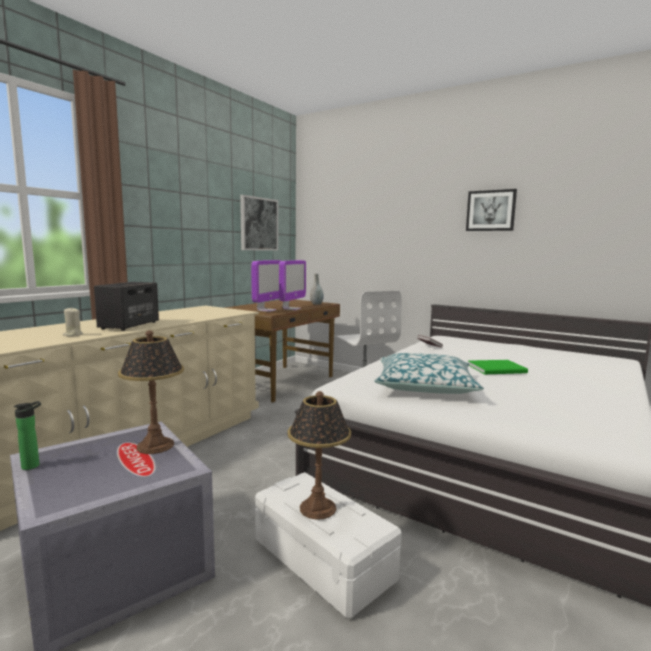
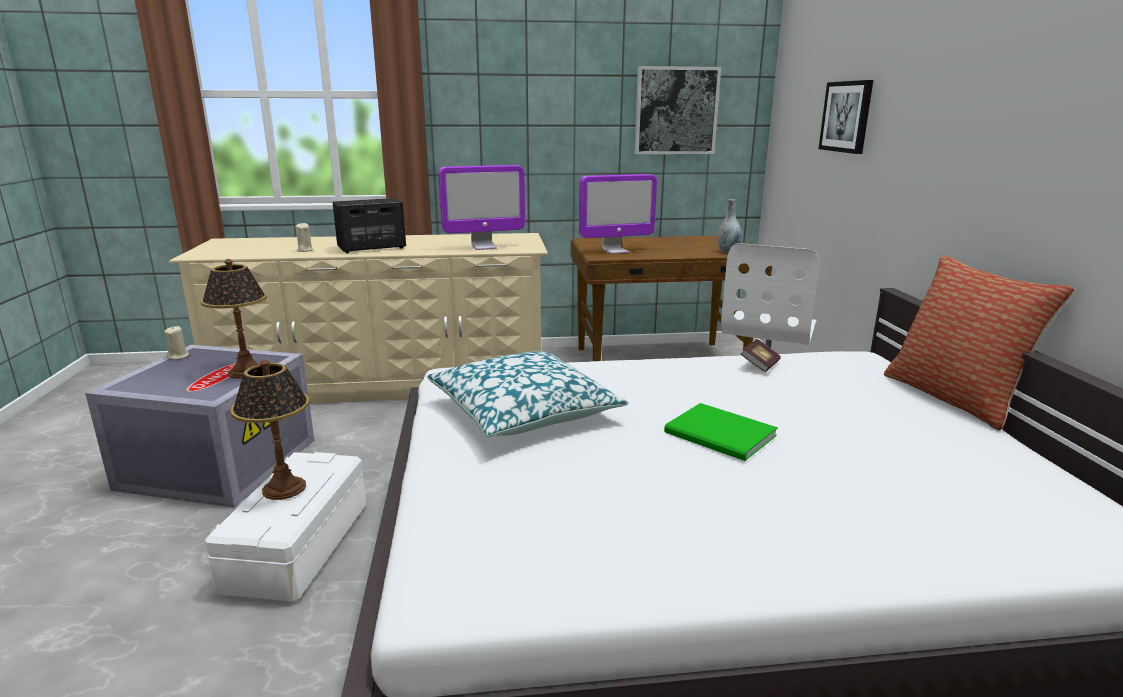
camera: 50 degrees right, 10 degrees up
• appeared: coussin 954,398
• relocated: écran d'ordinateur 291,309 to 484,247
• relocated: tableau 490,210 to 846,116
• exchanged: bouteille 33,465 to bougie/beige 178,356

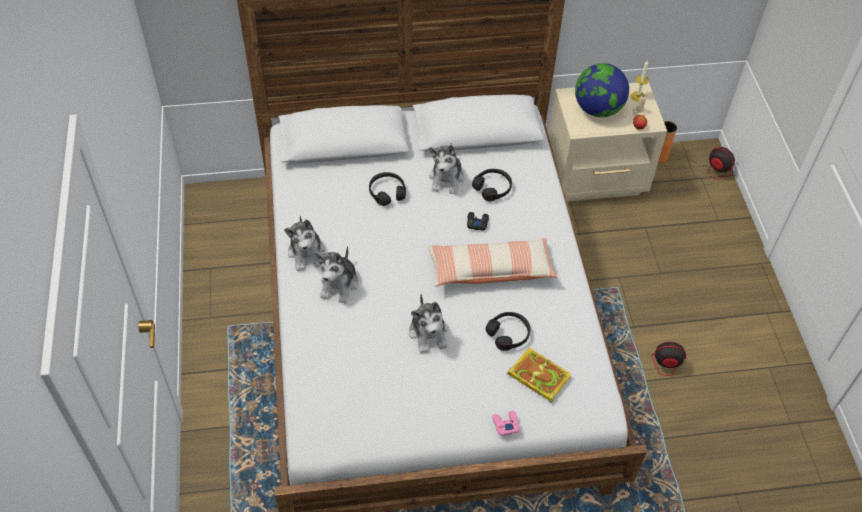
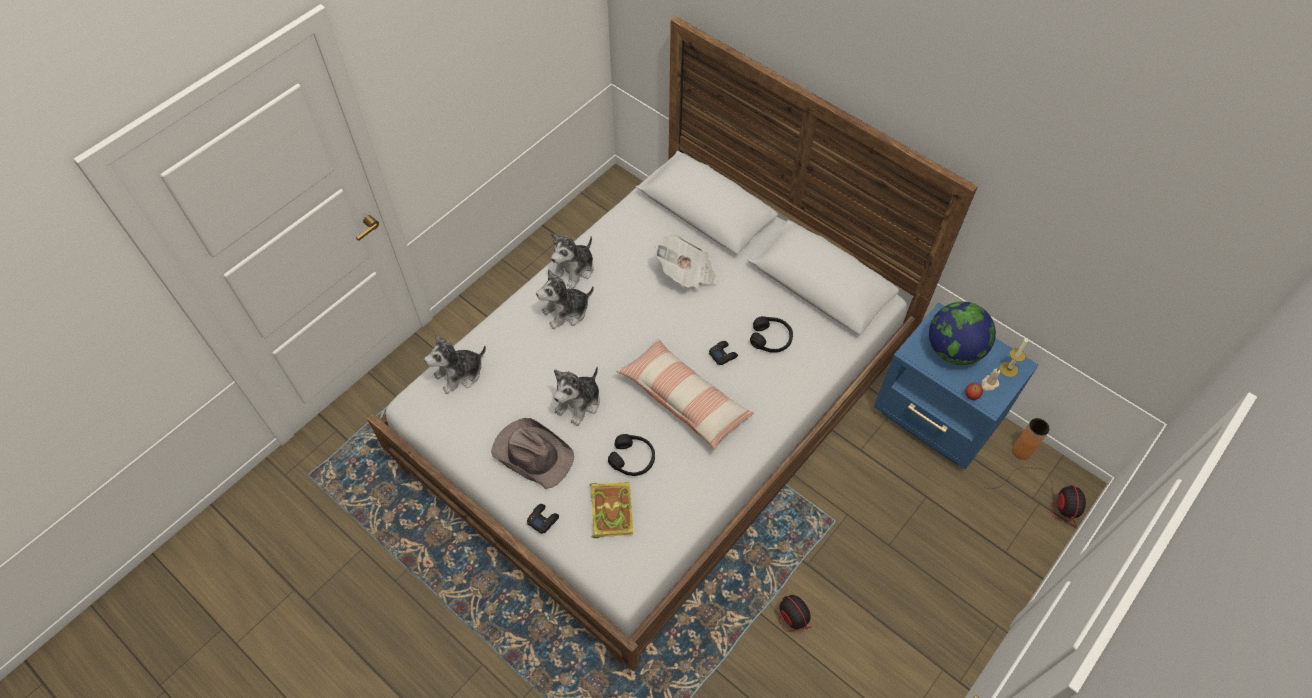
camera: 50 degrees right, 5 degrees up
• appeared: chapeau/marron 532,453
• relocated: peluche 447,179 to 460,374
• exchanged: casque audio/noir 387,192 to journal 686,273
• colour: manette/rose 505,424 to manette/noir 543,519
• colour: table de chevet/beige 597,178 to table de chevet/bleu 937,419

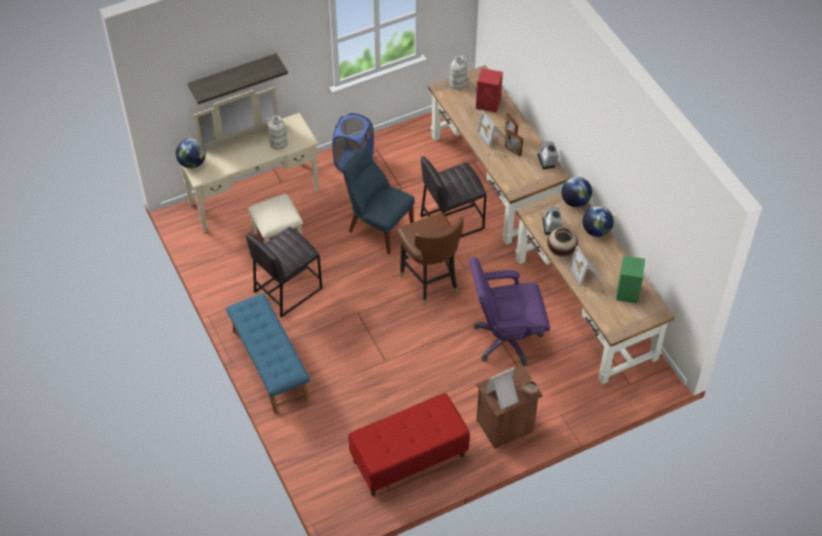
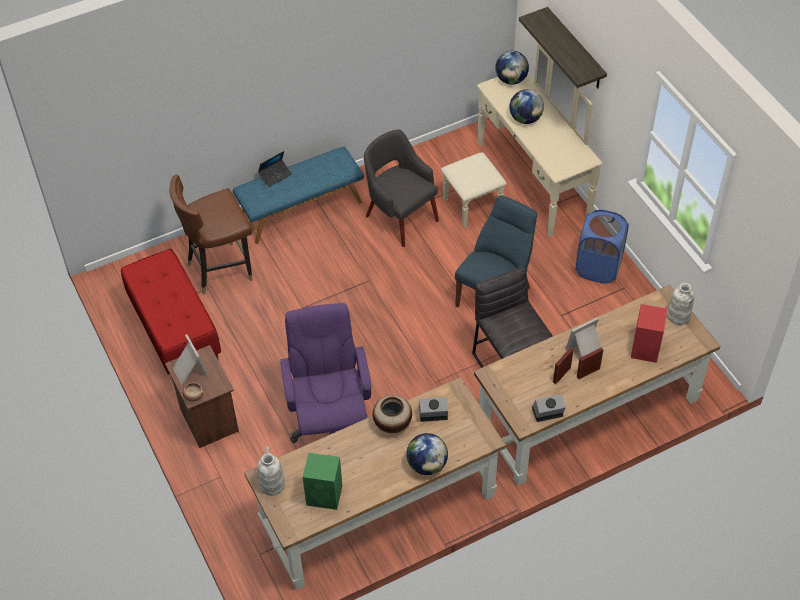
camera: 90 degrees right, 0 degrees up
• missing: cadre photo 585,272
• appeared: ordinateur portable 275,175
• relocated: vase/blanc 278,143 to 272,484
• relocated: chaise/marron 430,282 to 220,269
• relocated: globe 575,201 to 525,119
• exchanged: tabouret/gris 287,290 to fauteuil/gris 400,217

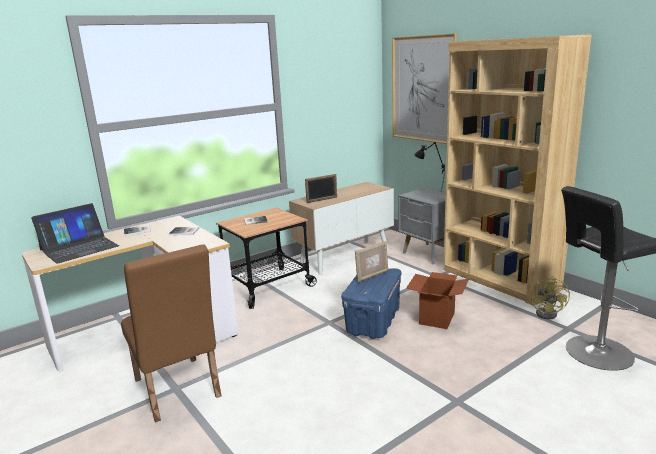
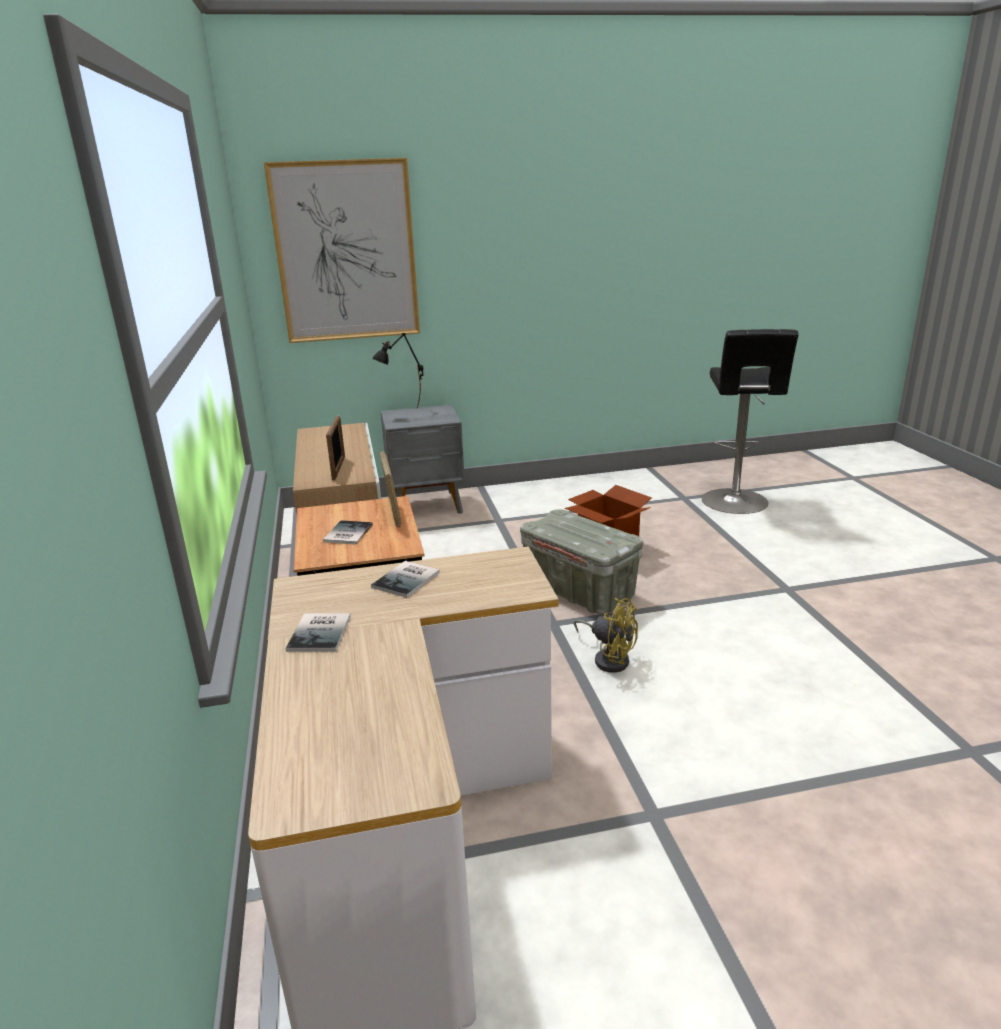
camera: 65 degrees left, 5 degrees up
• missing: ordinateur portable 79,248
• missing: chaise/marron 178,392
• missing: bibliothèque/marron 499,279
• relocated: cadre photo 372,276 to 392,514
• relocated: ventilateur/jaune 549,313 to 609,658
• colour: boîte de rangement/bleu 373,321 to boîte de rangement/gris 578,591

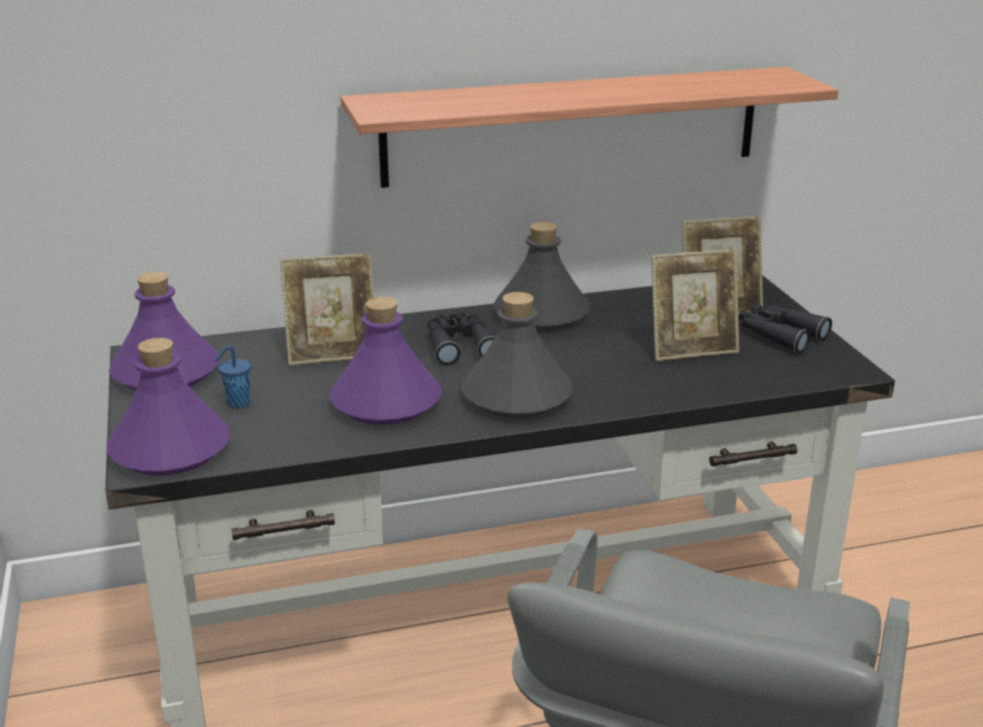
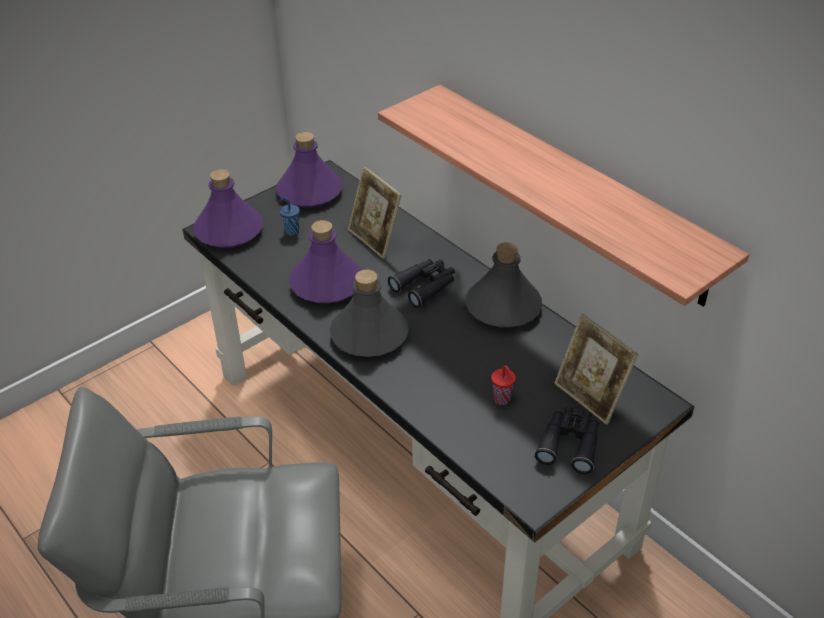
camera: 65 degrees right, 15 degrees up
• exchanged: cadre photo 692,350 to tasse/rouge 502,400

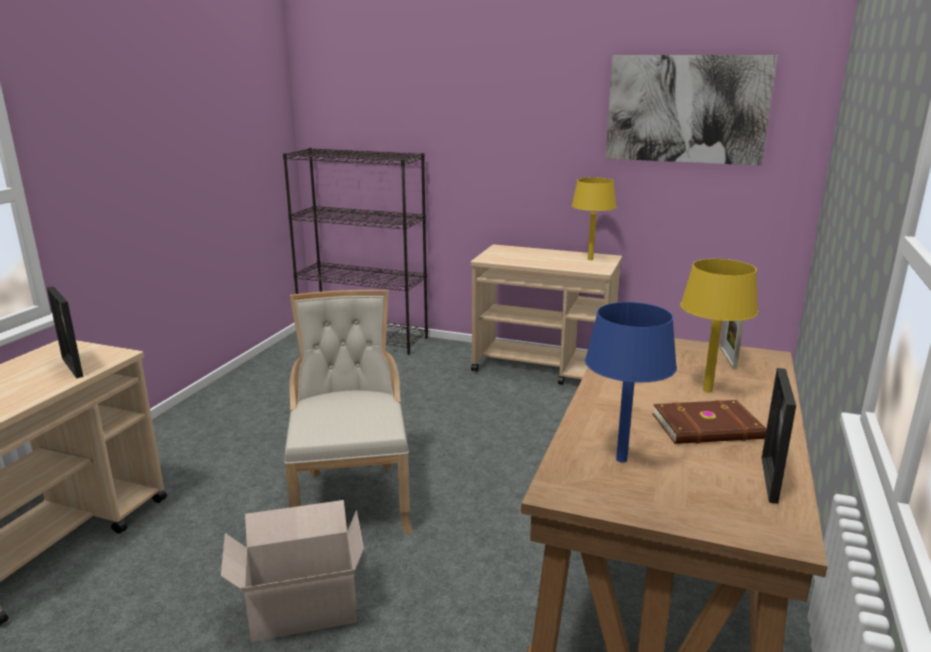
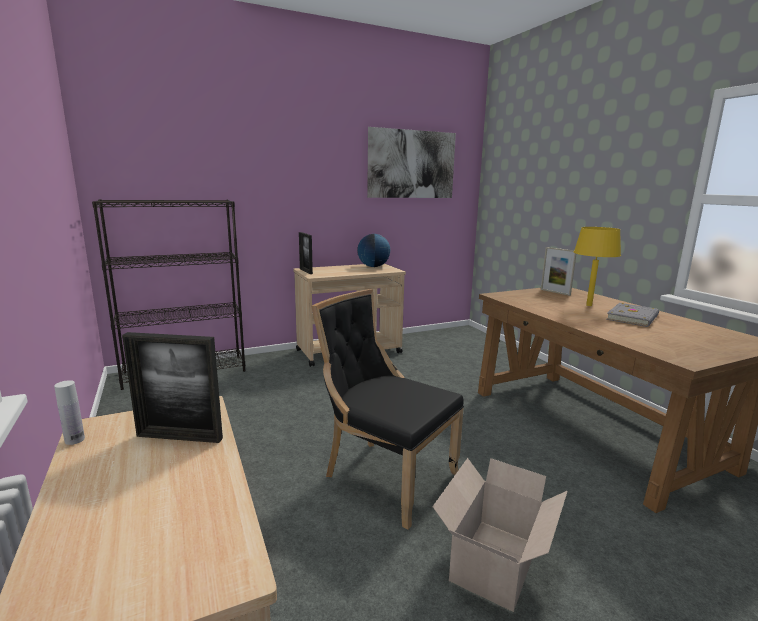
camera: 45 degrees left, 5 degrees down
• missing: lampe de table/bleu 621,459
• appeared: bouteille/blanc 74,440
• relocated: cadre photo 769,479 to 306,271
• exchanged: lampe de table/jaune 590,259 to globe 373,266
• colour: chaise/beige 352,498 to chaise/noir 385,475
• colour: livre/marron 708,427 to livre/gris 633,318

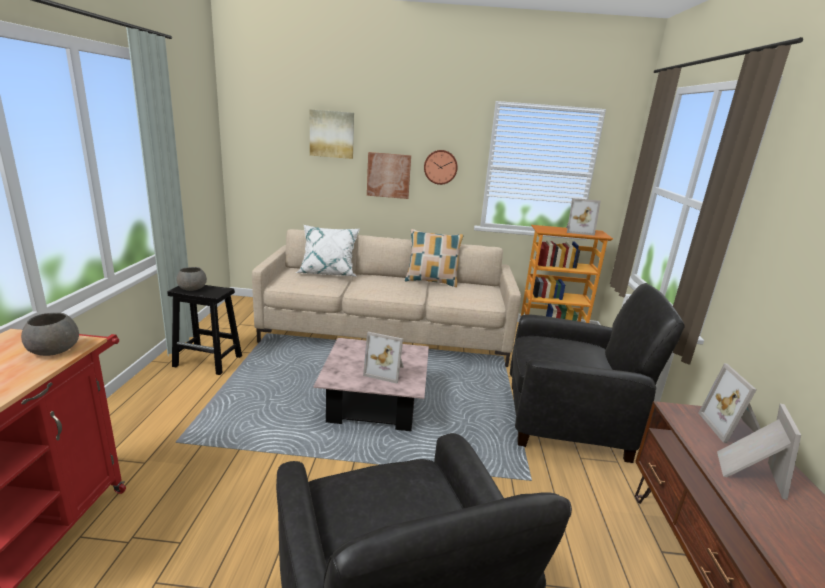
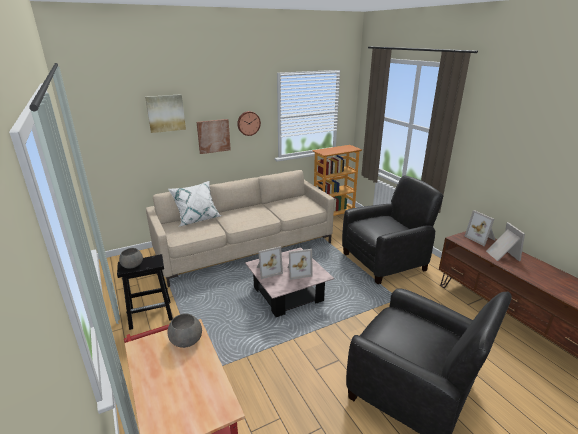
camera: 30 degrees left, 5 degrees up
• missing: coussin 431,281
• relocated: cadre photo 578,231 to 268,270

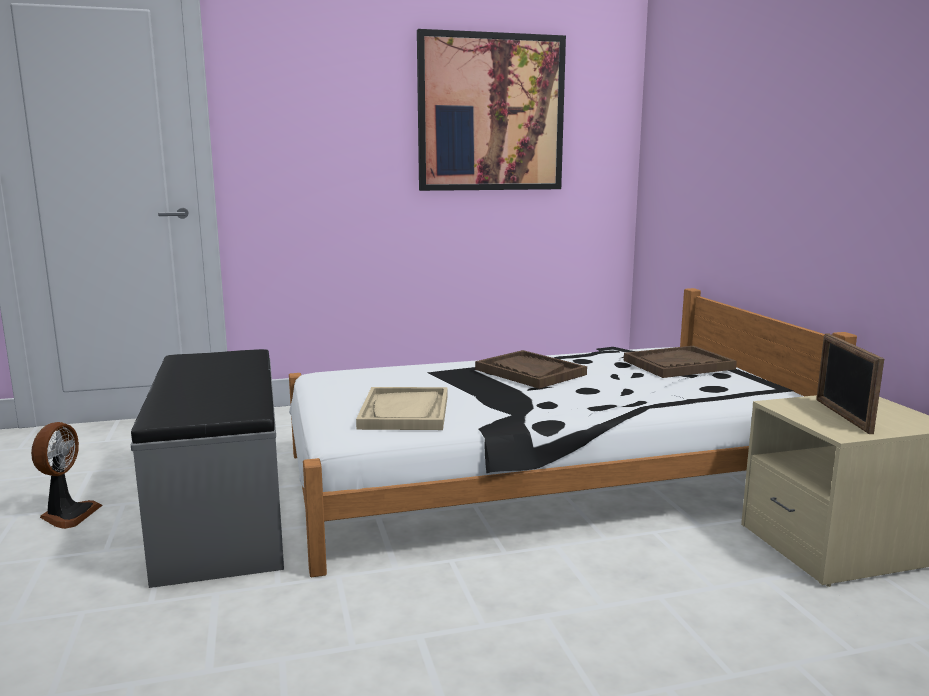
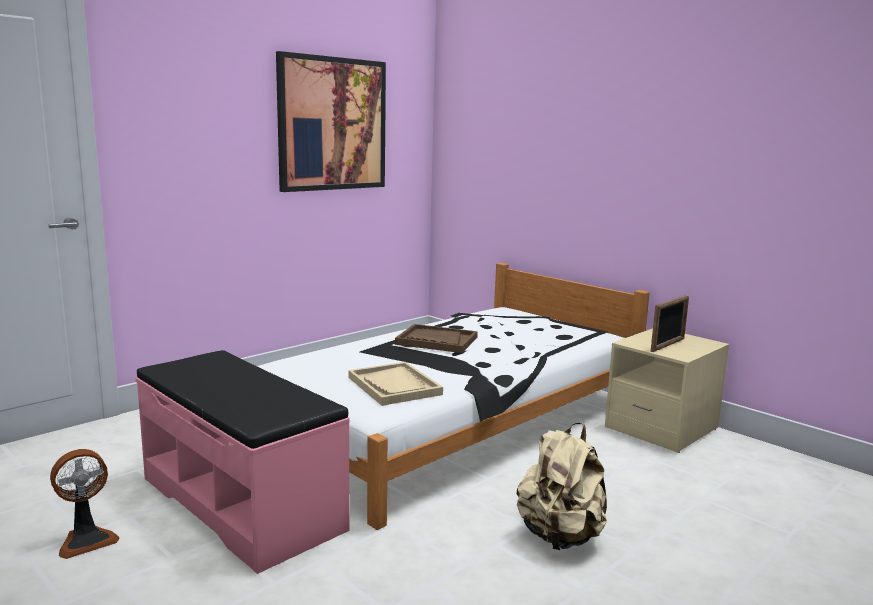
camera: 30 degrees left, 0 degrees up
• missing: plateau/marron 678,365
• appeared: sac à dos/beige 560,537
• colour: banc/gris 225,514 to banc/rose 242,502
• spun: ventilateur 68,515 = 86,540 75 degrees clockwise
• spun: cadre photo 842,416 = 668,345 105 degrees counterclockwise

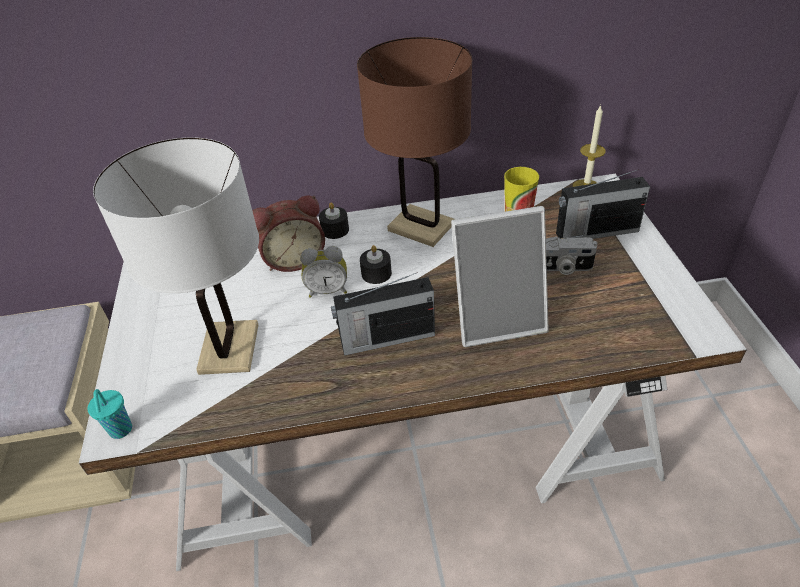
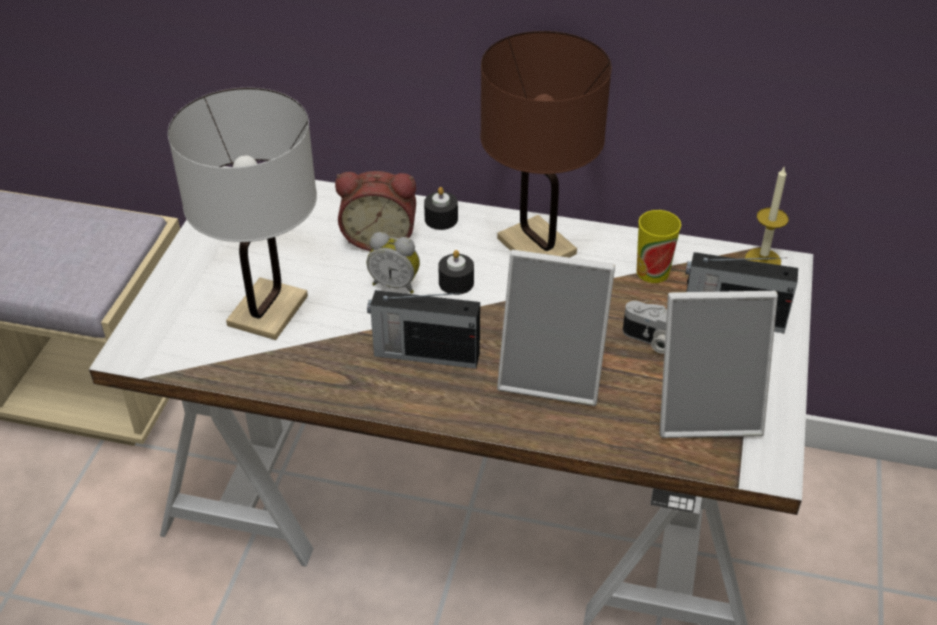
camera: 20 degrees right, 0 degrees up
• missing: tasse/turquoise 120,431
• appeared: cadre photo 706,410

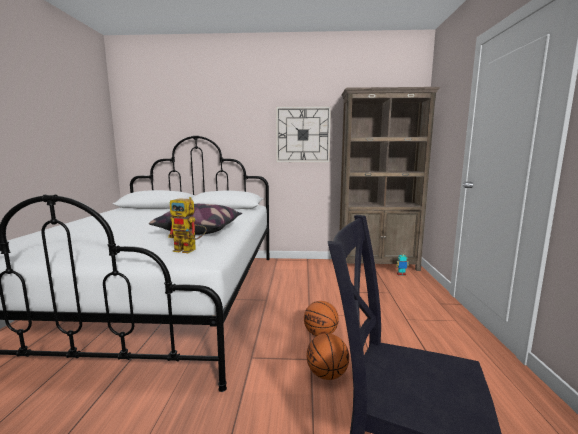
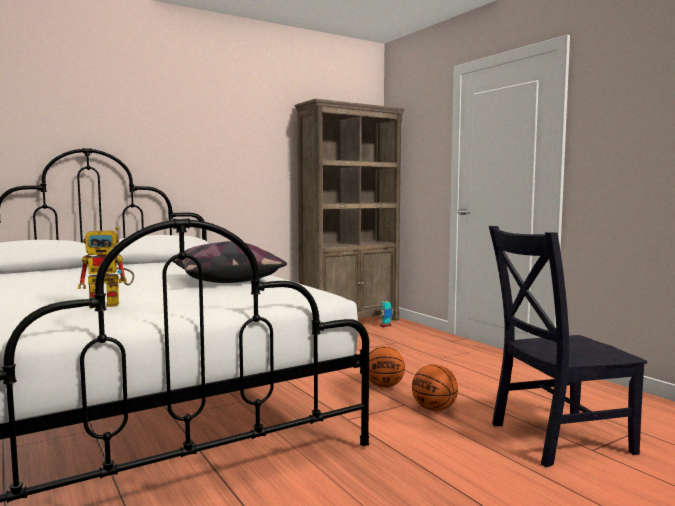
camera: 35 degrees left, 5 degrees down
• missing: horloge murale 303,135
• relocated: robot jouet 189,250 to 112,304

